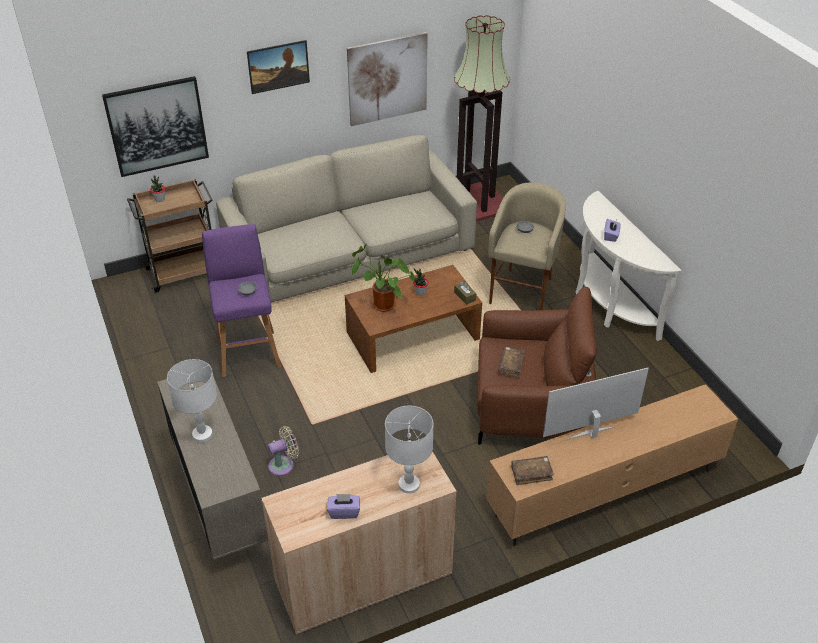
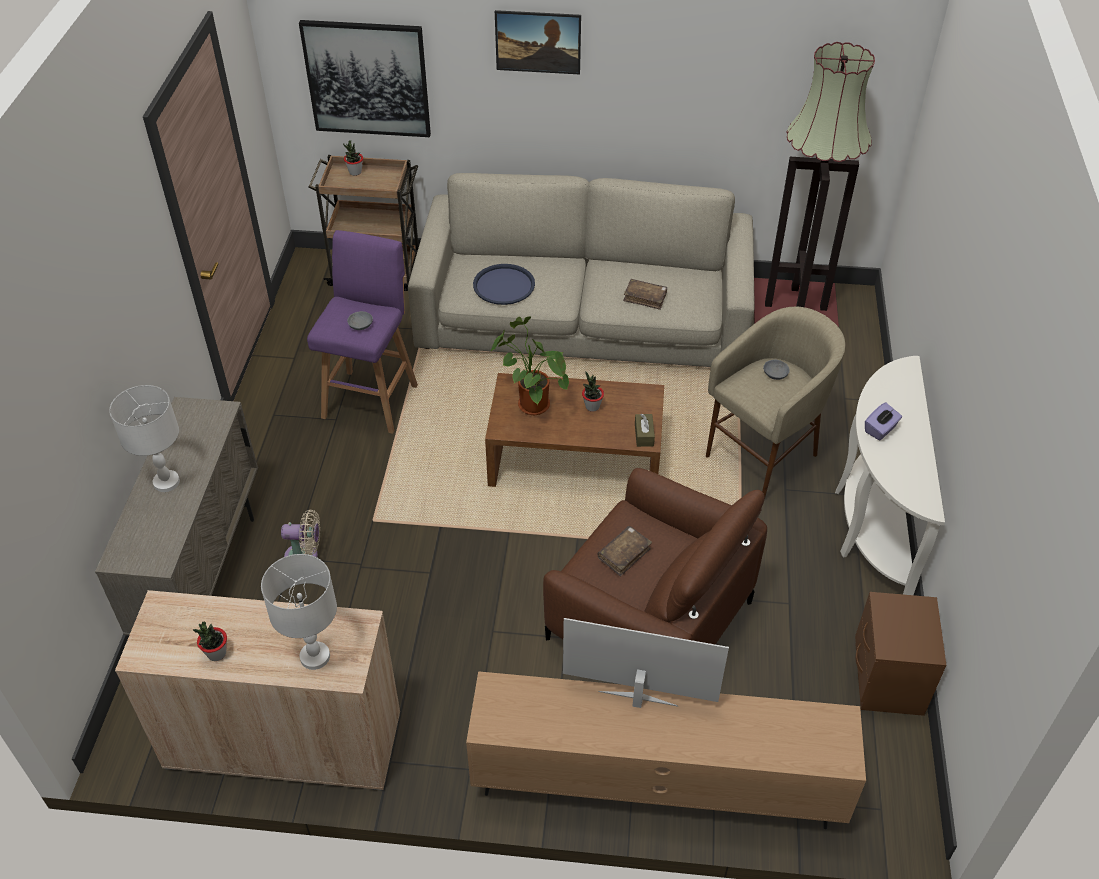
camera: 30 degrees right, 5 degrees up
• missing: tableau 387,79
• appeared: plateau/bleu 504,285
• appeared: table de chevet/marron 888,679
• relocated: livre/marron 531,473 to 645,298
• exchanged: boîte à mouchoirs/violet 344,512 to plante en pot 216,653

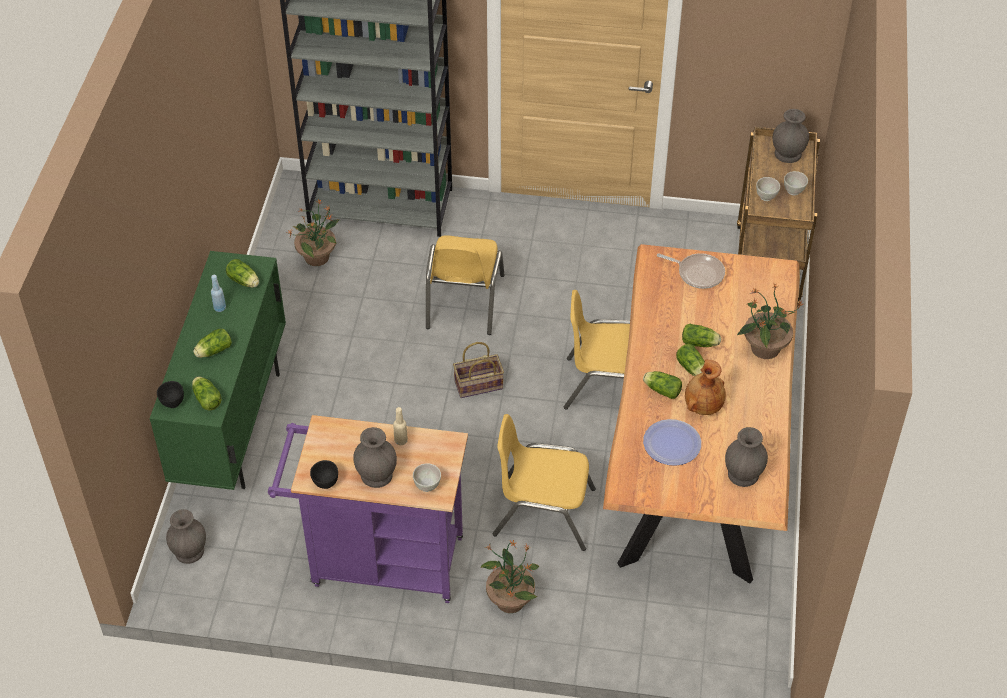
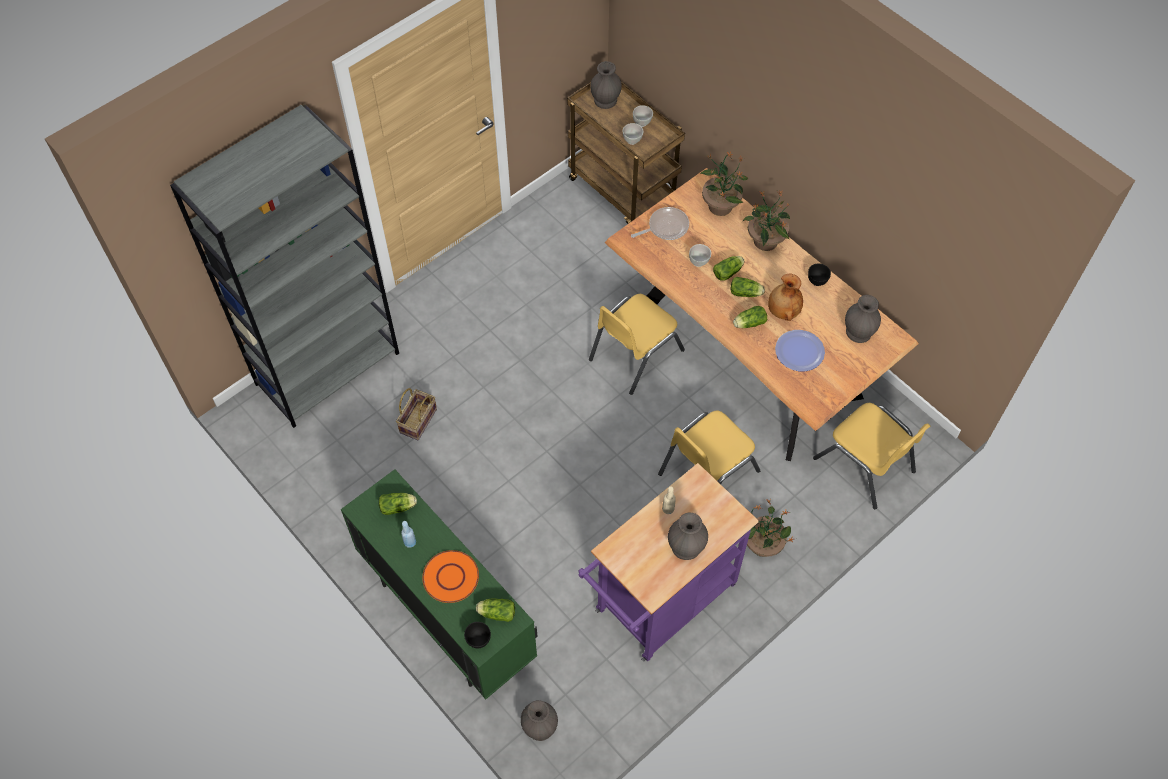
camera: 50 degrees left, 10 degrees up
• relocated: plante en pot 317,257 to 720,205
• relocated: bol/noir 325,483 to 817,281
• relocated: bol/blanc 427,486 to 699,262
• relocated: chaise/jaune 463,302 to 865,465
• relocated: panier 477,386 to 418,422
• exchanged: laitue 213,351 to assiette/orange 451,577

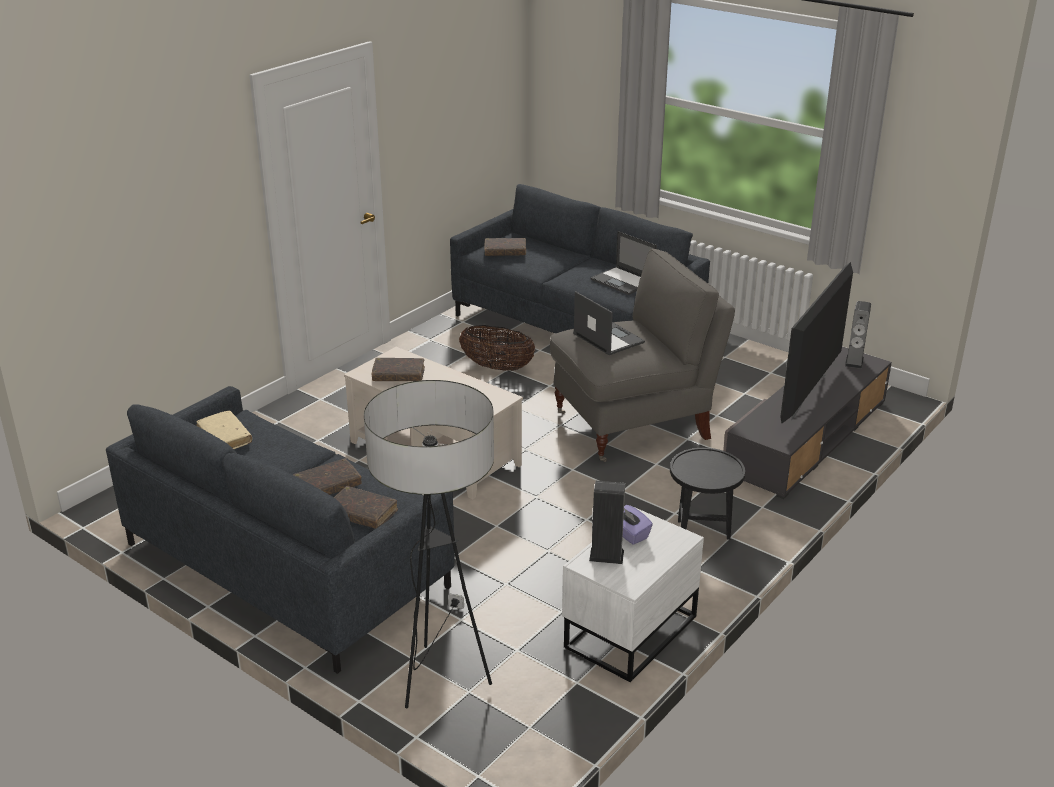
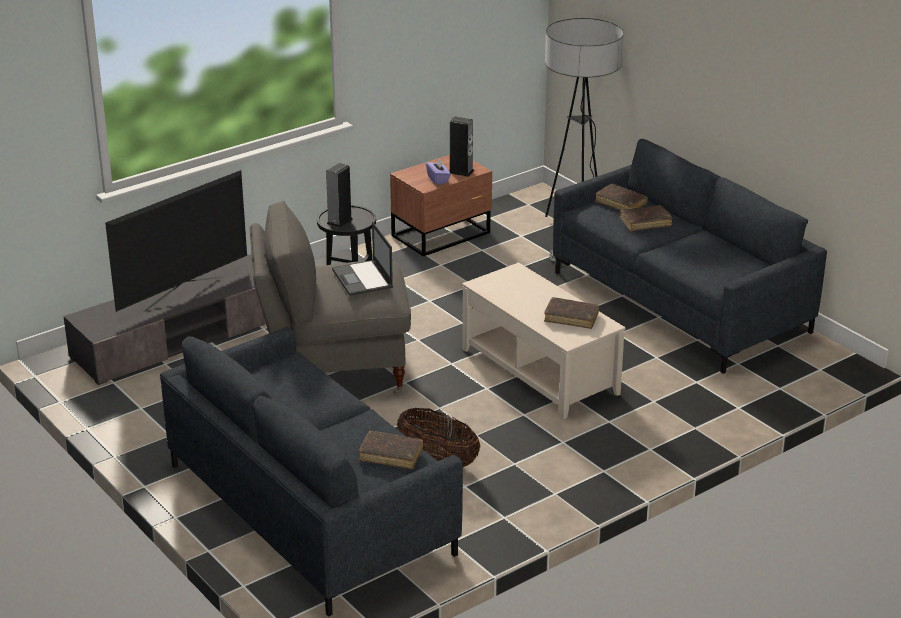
camera: 165 degrees left, 0 degrees up
• missing: livre/beige 224,437
• missing: ordinateur portable 623,281
• relocated: enceinte 854,362 to 339,221
• colour: table de chevet/blanc 627,631 to table de chevet/marron 443,235

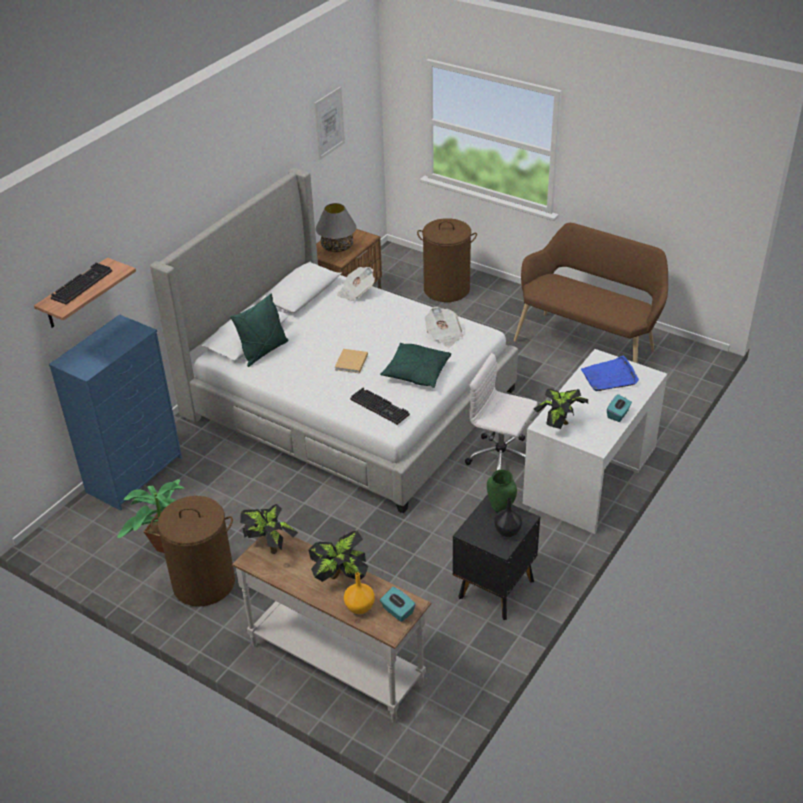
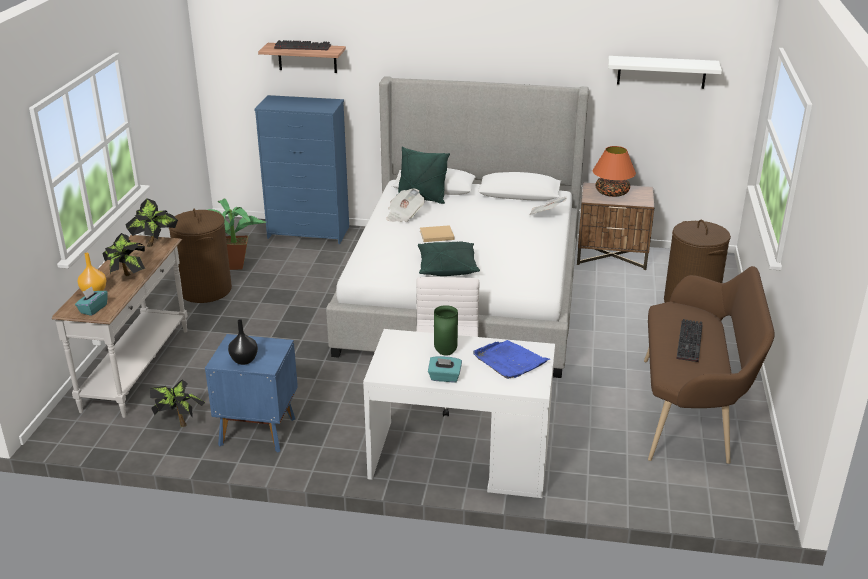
camera: 65 degrees right, 10 degrees down
• relocated: clavier 381,407 to 691,343
• relocated: journal 444,335 to 404,215
• relocated: vase/vert 501,509 to 446,352
• relocated: plante en pot 559,424 to 179,422
• exchanged: tableau 329,123 to étagère/blanc 661,72
• colour: lampe de table/gris 337,247 to lampe de table/orange 611,193
• colour: table de chevet/noir 494,589 to table de chevet/bleu 257,430

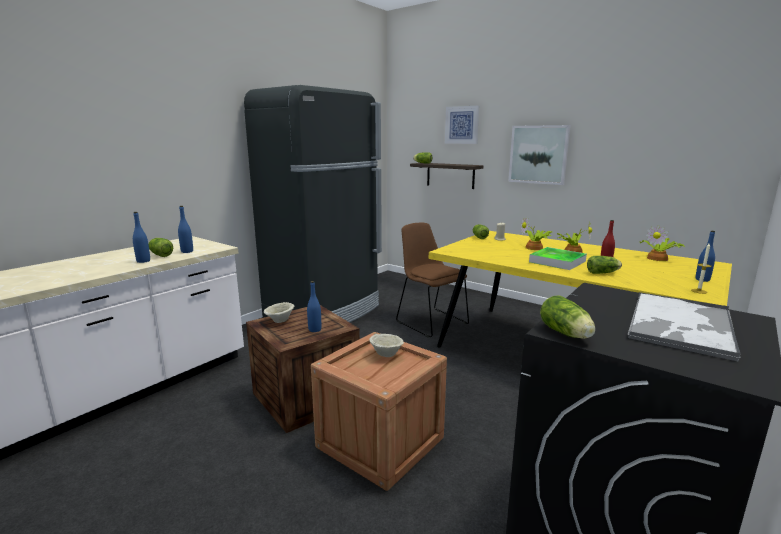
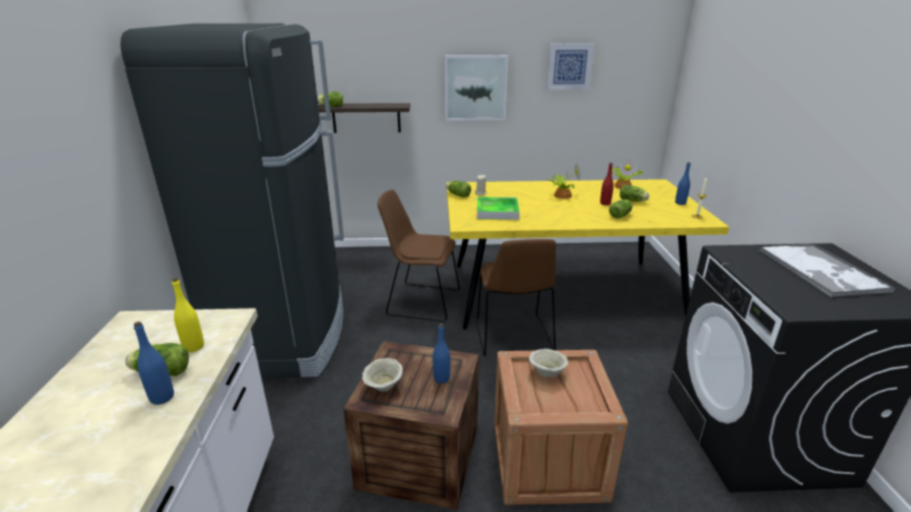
camera: 40 degrees left, 10 degrees up
• missing: plante en pot 535,248
• appeared: chaise/marron 513,338
• relocated: tableau 462,125 to 569,66
• relocated: plateau 557,261 to 497,211
• relocated: laitue 566,334 to 633,201
• colour: bouteille/bleu 187,251 to bouteille/jaune 194,347

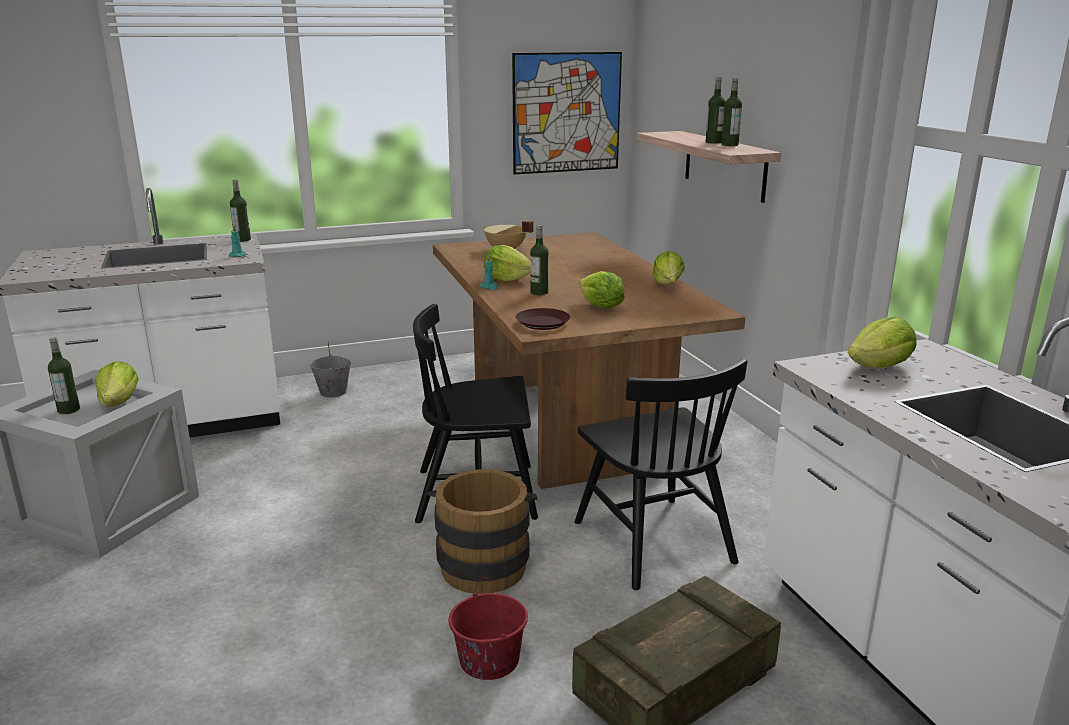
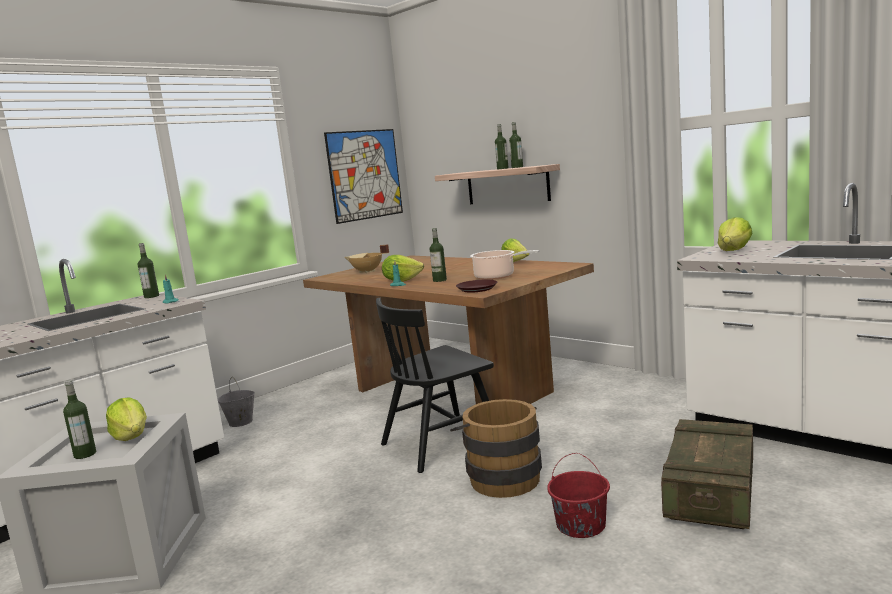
camera: 25 degrees left, 10 degrees down
• missing: chaise/noir 653,541
• exchanged: laitue 600,307 to marmite 497,277

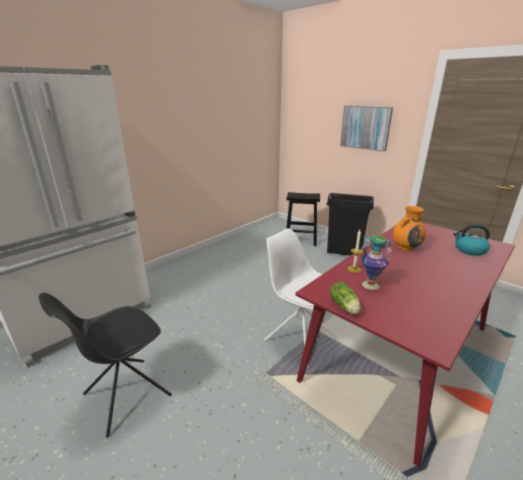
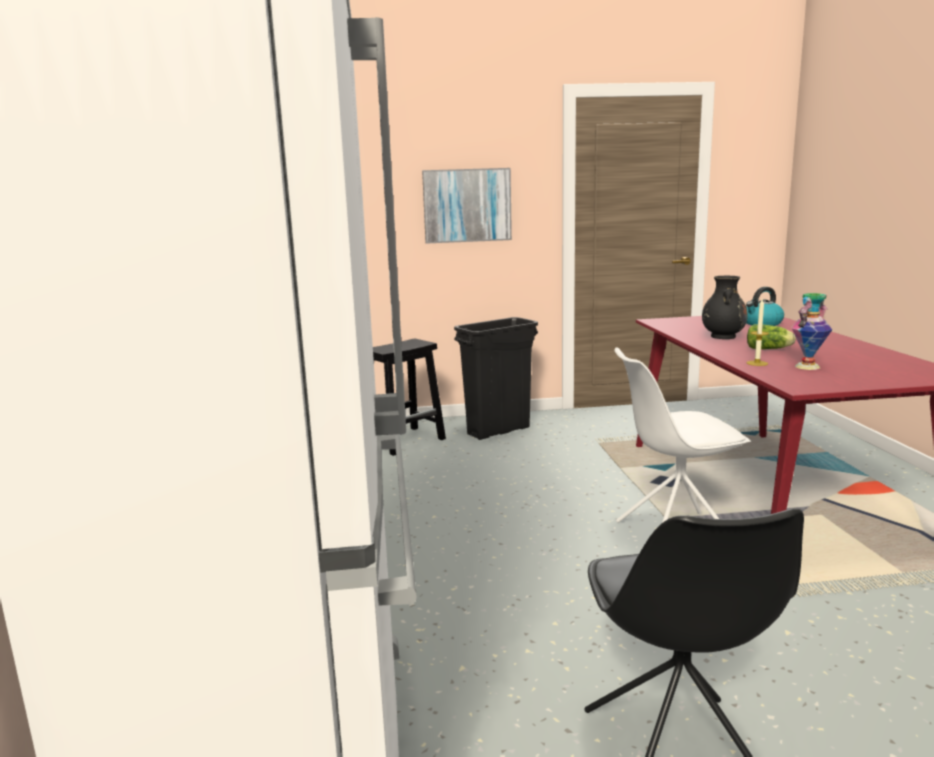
camera: 50 degrees left, 10 degrees down
• relocated: laitue 345,307 to 770,349
• colour: vase/orange 406,247 to vase/noir 723,336

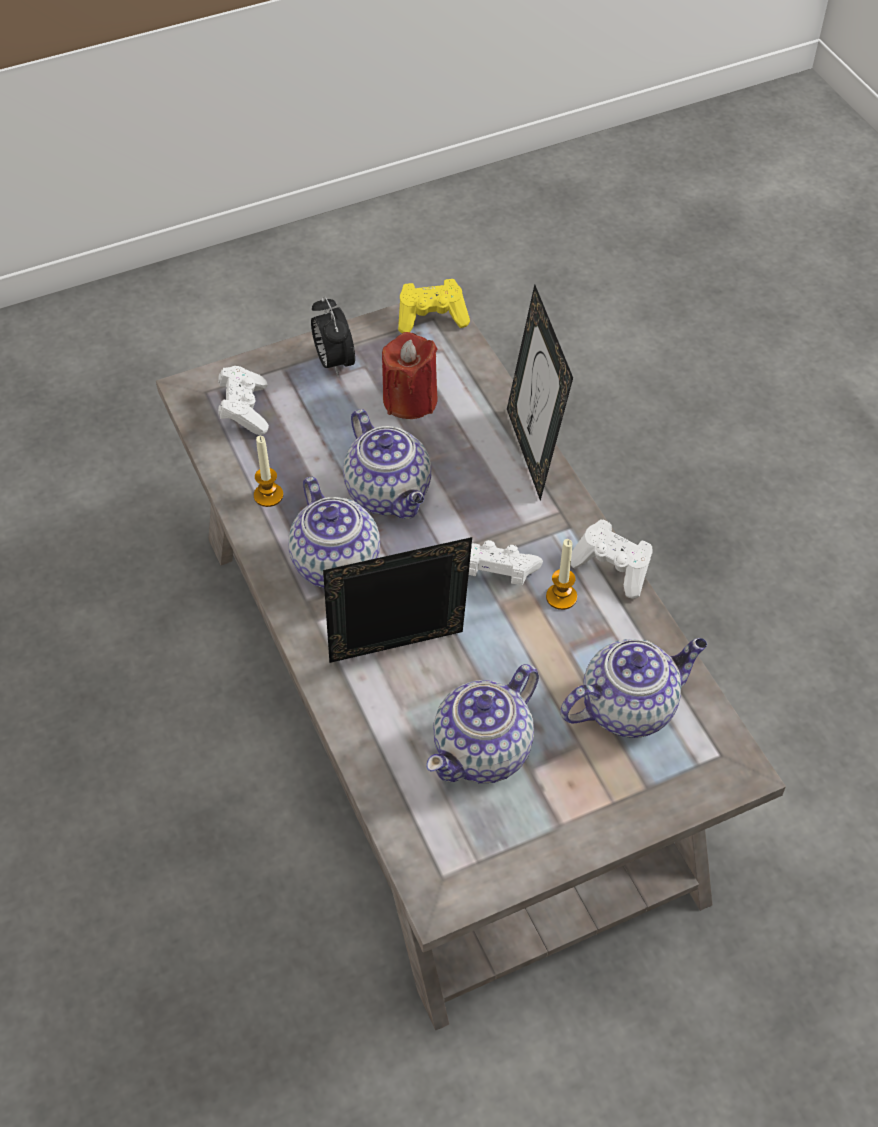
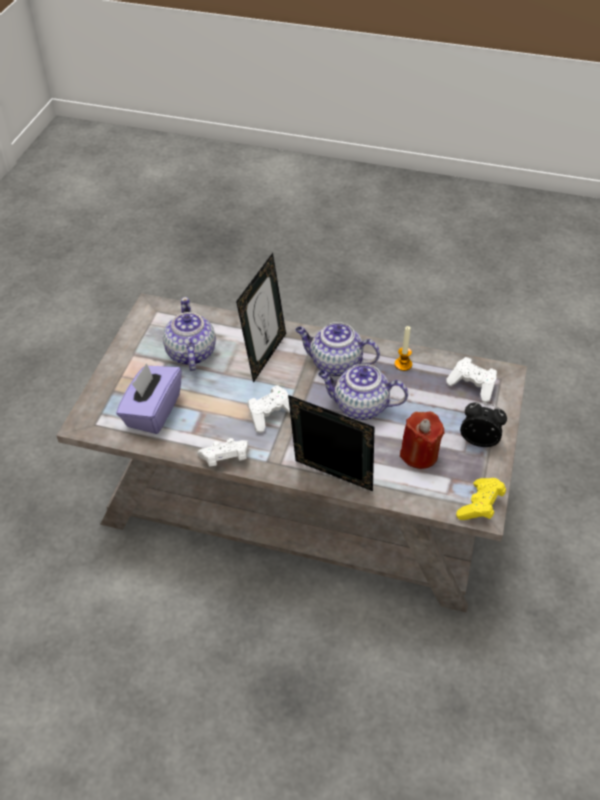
camera: 130 degrees right, 5 degrees down
• missing: bougie 561,597
• exchanged: théière 629,706 to boîte à mouchoirs/violet 152,411

